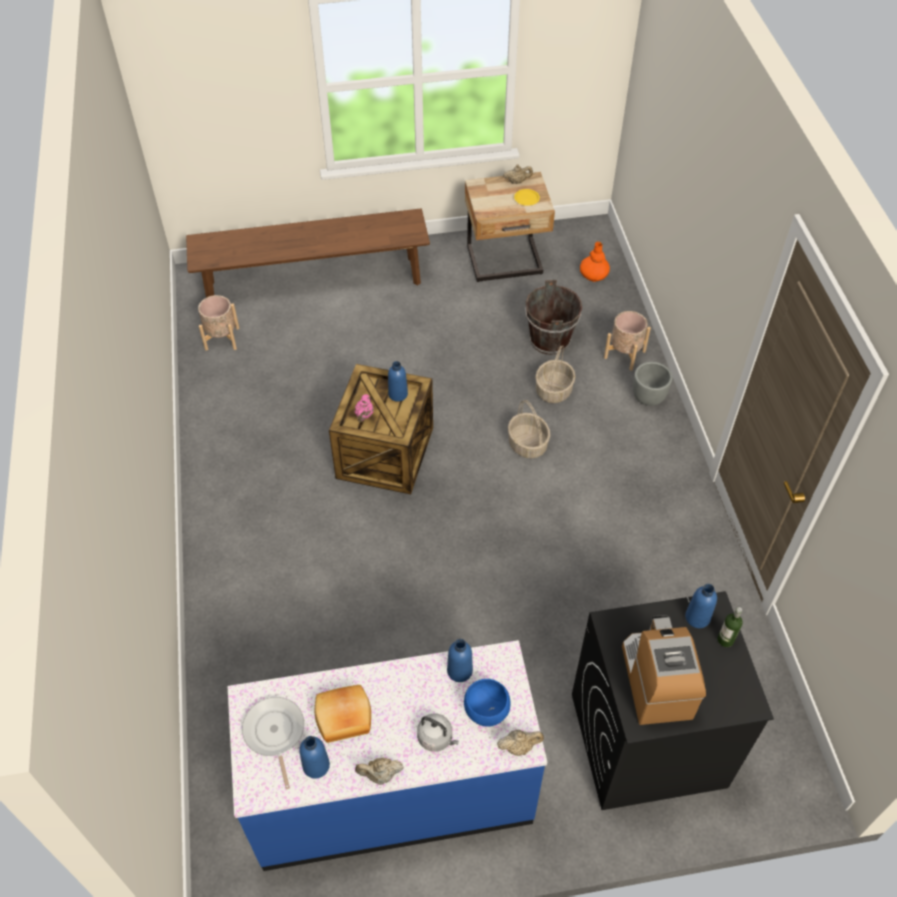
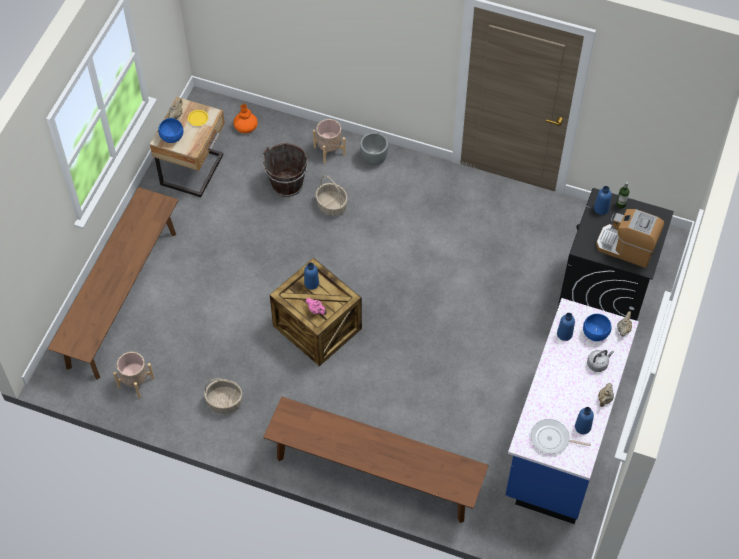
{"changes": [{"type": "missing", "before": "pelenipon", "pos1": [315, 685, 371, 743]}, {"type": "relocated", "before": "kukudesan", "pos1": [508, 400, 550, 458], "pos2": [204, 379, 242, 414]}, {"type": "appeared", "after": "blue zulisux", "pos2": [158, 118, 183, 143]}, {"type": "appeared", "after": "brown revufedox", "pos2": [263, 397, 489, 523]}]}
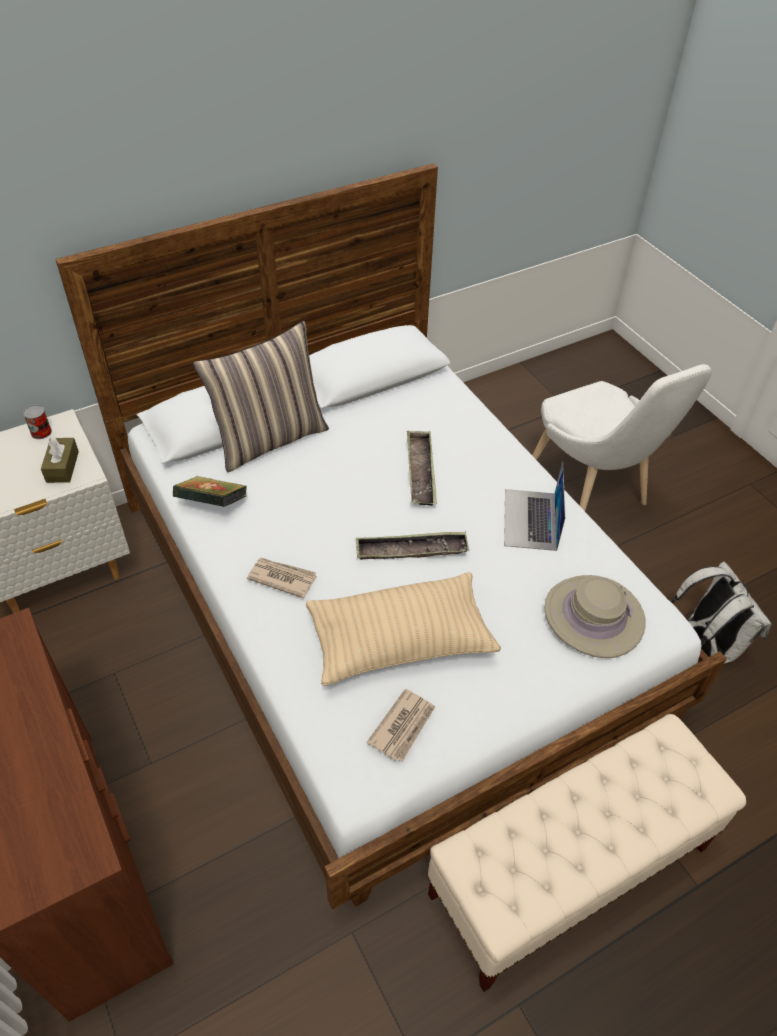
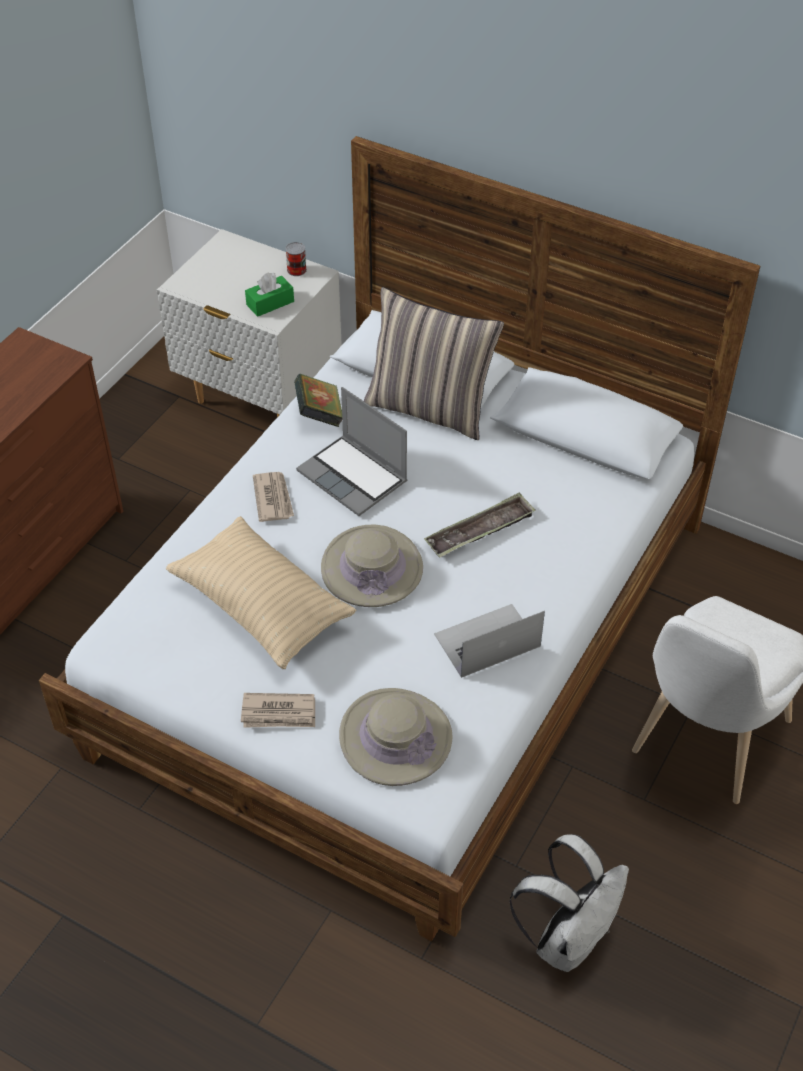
{"changes": [{"type": "colour", "before": "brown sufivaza", "after": "green sufivaza", "pos1": [41, 437, 79, 483], "pos2": [245, 273, 294, 317]}, {"type": "exchanged", "before": "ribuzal", "after": "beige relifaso", "pos1": [356, 532, 469, 560], "pos2": [321, 524, 423, 607]}, {"type": "relocated", "before": "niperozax", "pos1": [366, 689, 435, 762], "pos2": [241, 693, 315, 728]}, {"type": "missing", "before": "beige revufedox", "pos1": [428, 714, 746, 992]}, {"type": "appeared", "after": "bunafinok", "pos2": [296, 387, 407, 516]}]}
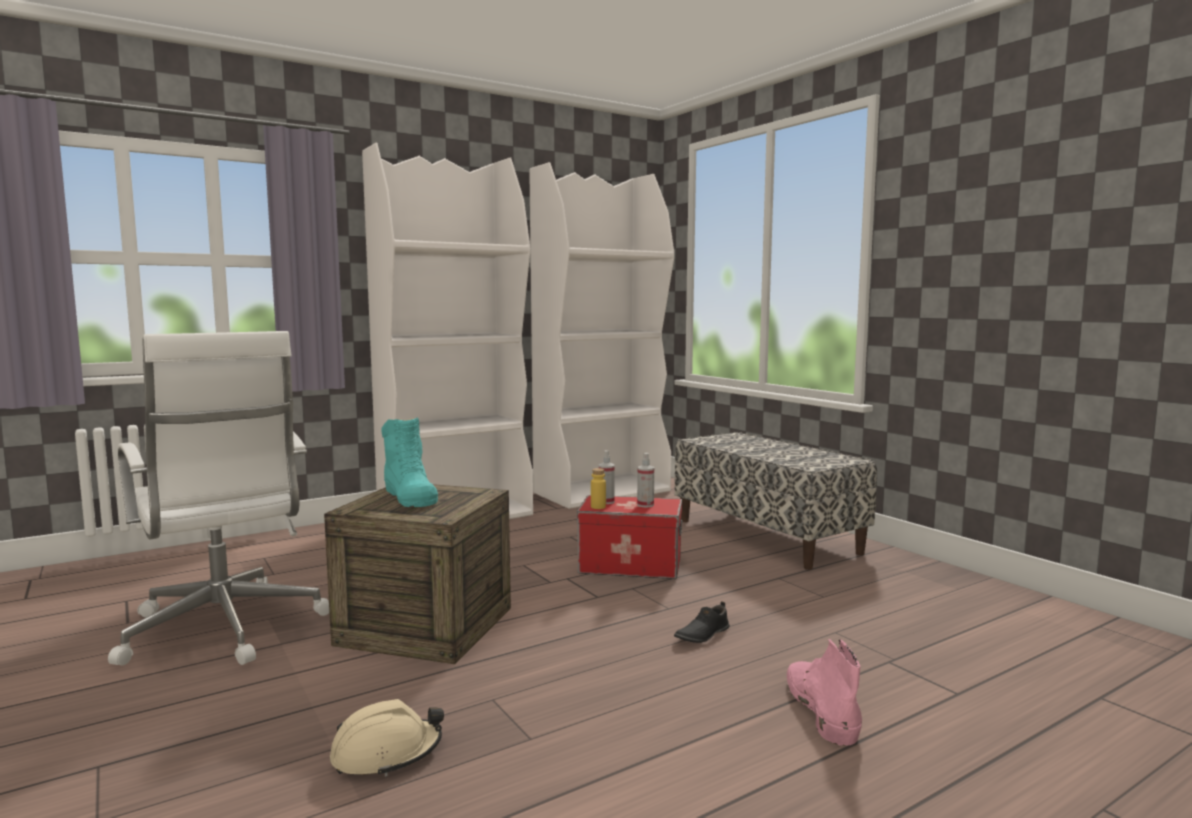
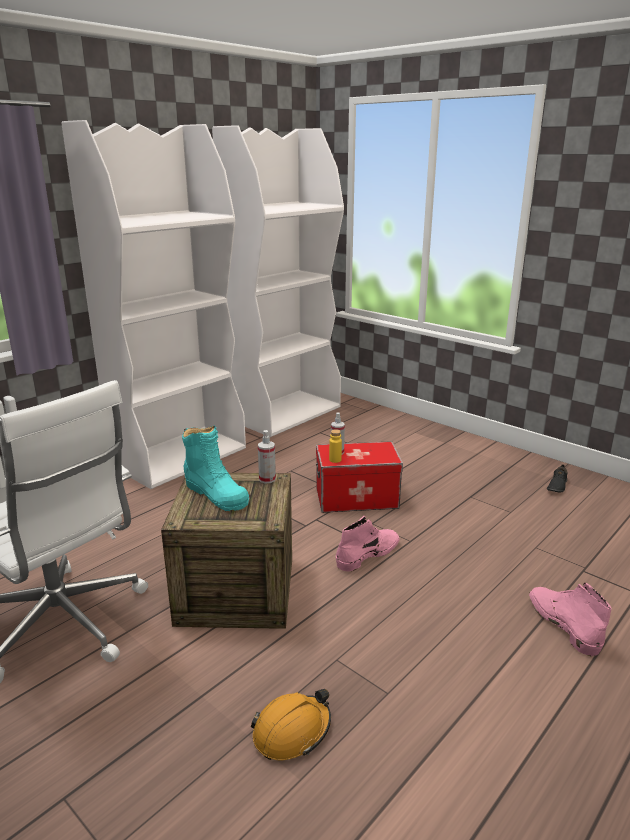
{"changes": [{"type": "colour", "before": "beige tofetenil", "after": "orange tofetenil", "pos1": [330, 699, 444, 777], "pos2": [251, 689, 331, 760]}, {"type": "relocated", "before": "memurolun", "pos1": [637, 453, 654, 507], "pos2": [258, 430, 276, 484]}, {"type": "relocated", "before": "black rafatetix", "pos1": [674, 601, 730, 643], "pos2": [547, 464, 567, 493]}, {"type": "missing", "before": "revufedox", "pos1": [675, 432, 877, 570]}, {"type": "appeared", "after": "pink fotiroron", "pos2": [336, 516, 400, 571]}]}
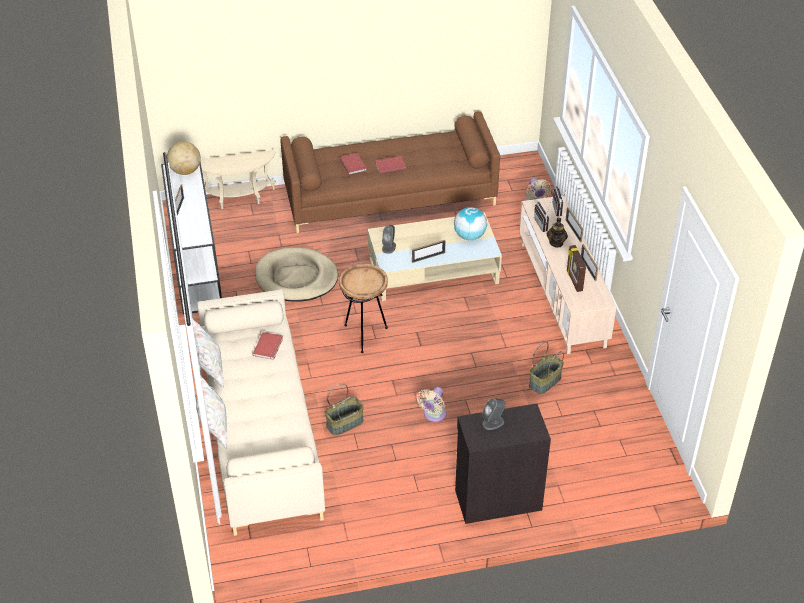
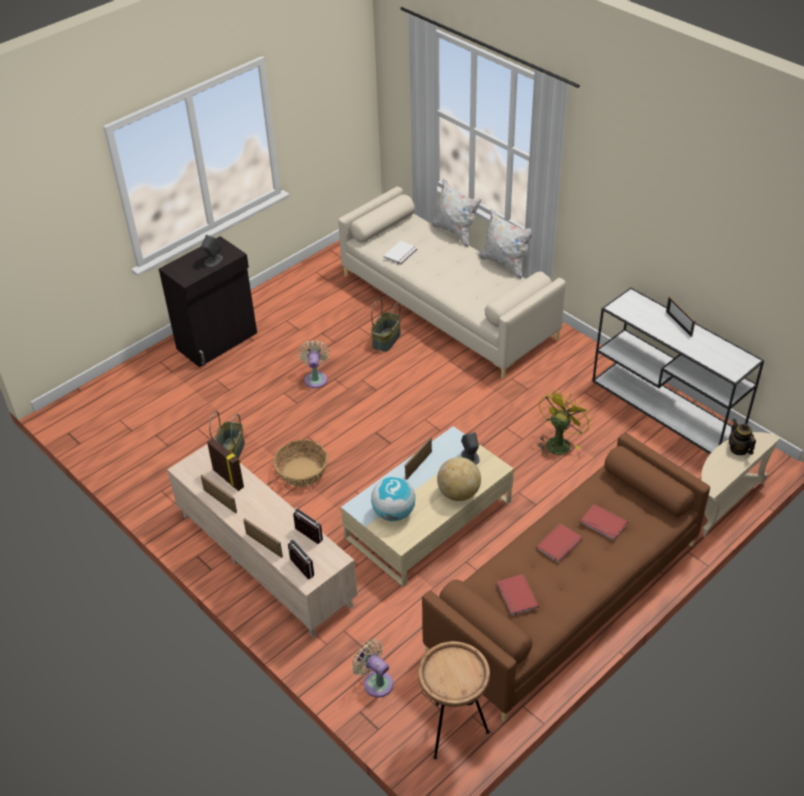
{"changes": [{"type": "relocated", "before": "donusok", "pos1": [167, 141, 201, 175], "pos2": [437, 457, 481, 501]}, {"type": "relocated", "before": "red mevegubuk", "pos1": [252, 332, 283, 360], "pos2": [497, 574, 539, 616]}, {"type": "exchanged", "before": "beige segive", "after": "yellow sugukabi", "pos1": [255, 247, 338, 302], "pos2": [537, 389, 592, 457]}, {"type": "relocated", "before": "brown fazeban", "pos1": [339, 264, 388, 353], "pos2": [418, 641, 490, 759]}, {"type": "relocated", "before": "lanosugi", "pos1": [547, 218, 568, 248], "pos2": [729, 419, 756, 455]}, {"type": "appeared", "after": "kukudesan", "pos2": [274, 440, 328, 487]}, {"type": "appeared", "after": "white mevegubuk", "pos2": [383, 241, 418, 265]}]}
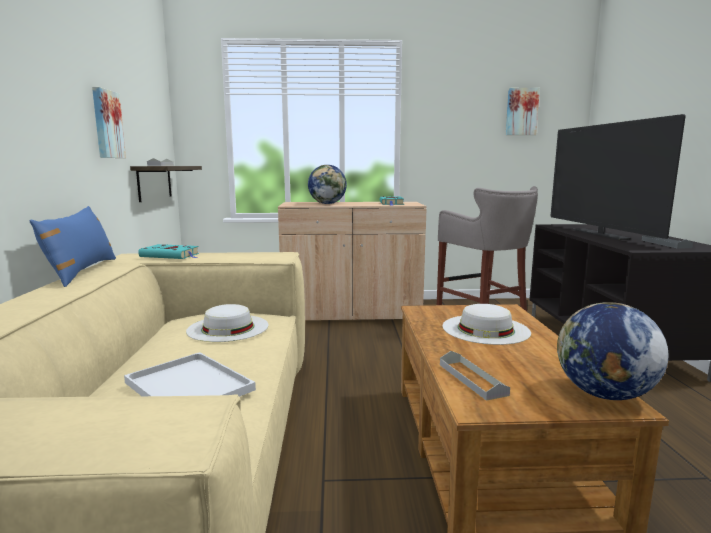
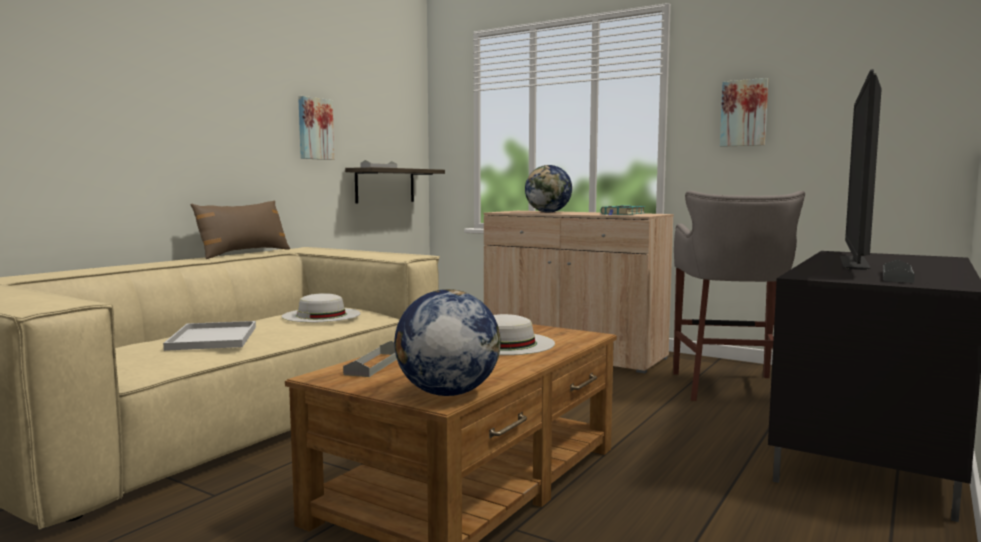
{"changes": [{"type": "colour", "before": "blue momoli", "after": "brown momoli", "pos1": [29, 206, 116, 287], "pos2": [191, 200, 290, 259]}, {"type": "missing", "before": "turquoise mevegubuk", "pos1": [138, 244, 199, 259]}, {"type": "relocated", "before": "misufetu", "pos1": [506, 88, 540, 135], "pos2": [720, 78, 768, 147]}]}
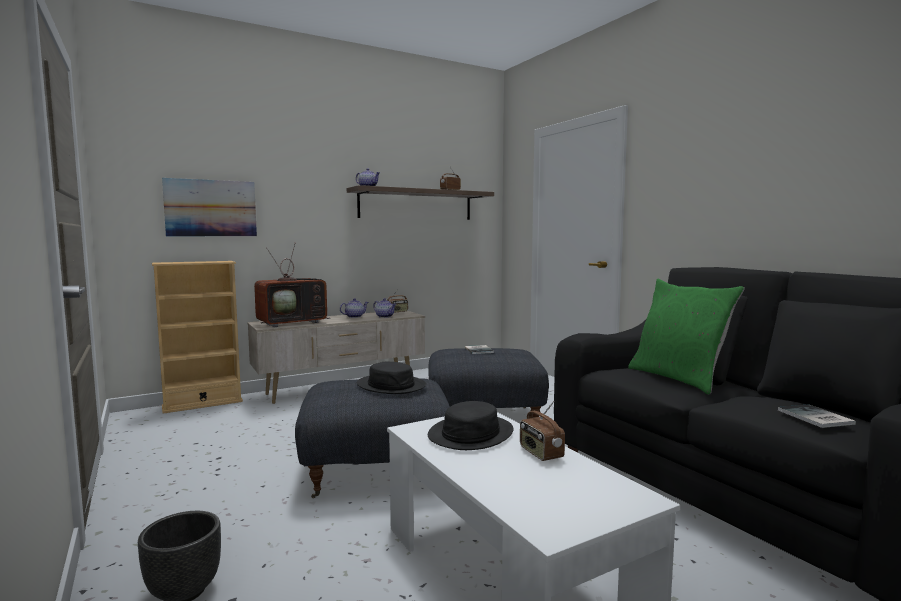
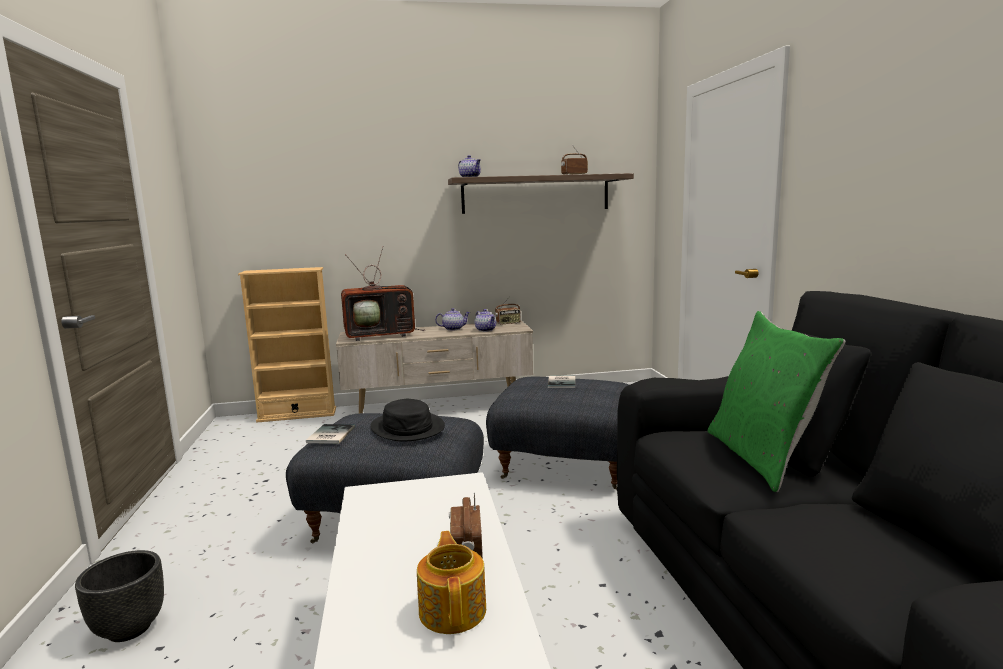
{"changes": [{"type": "missing", "before": "misufetu", "pos1": [162, 178, 257, 236]}, {"type": "missing", "before": "black relifaso", "pos1": [428, 401, 514, 450]}, {"type": "relocated", "before": "mevegubuk", "pos1": [778, 404, 856, 428], "pos2": [306, 424, 355, 444]}, {"type": "appeared", "after": "lanosugi", "pos2": [417, 531, 486, 634]}]}
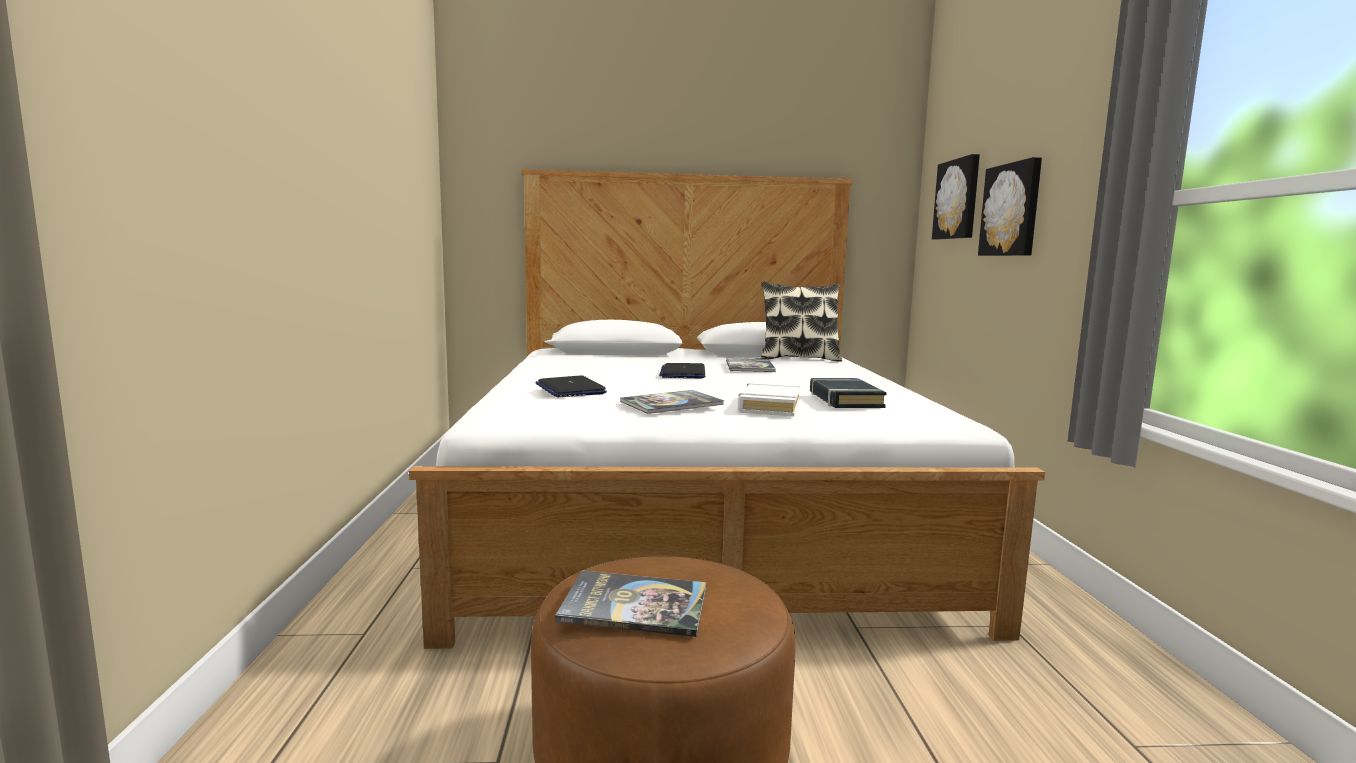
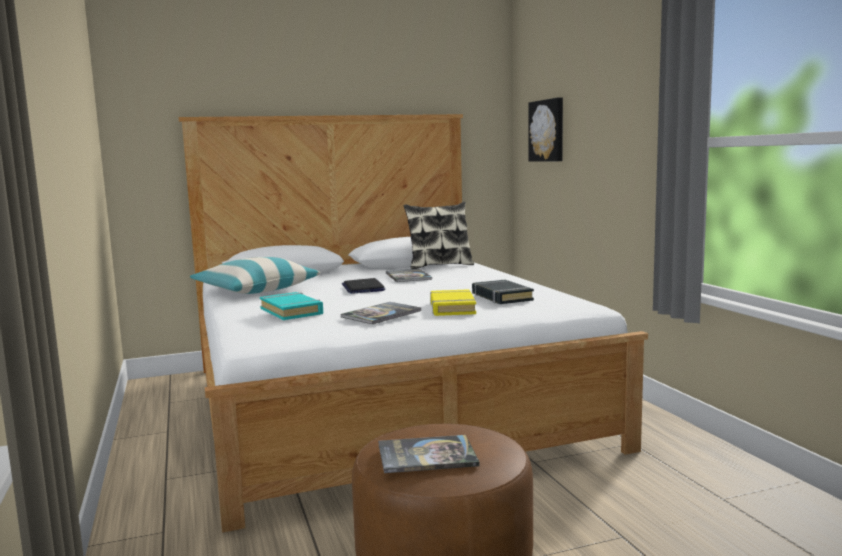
{"changes": [{"type": "exchanged", "before": "bunafinok", "after": "turquoise mevegubuk", "pos1": [535, 375, 607, 397], "pos2": [260, 292, 323, 320]}, {"type": "colour", "before": "white mevegubuk", "after": "yellow mevegubuk", "pos1": [738, 382, 801, 417], "pos2": [430, 289, 476, 316]}, {"type": "missing", "before": "misufetu", "pos1": [978, 157, 1042, 256]}, {"type": "appeared", "after": "momoli", "pos2": [190, 257, 320, 294]}]}
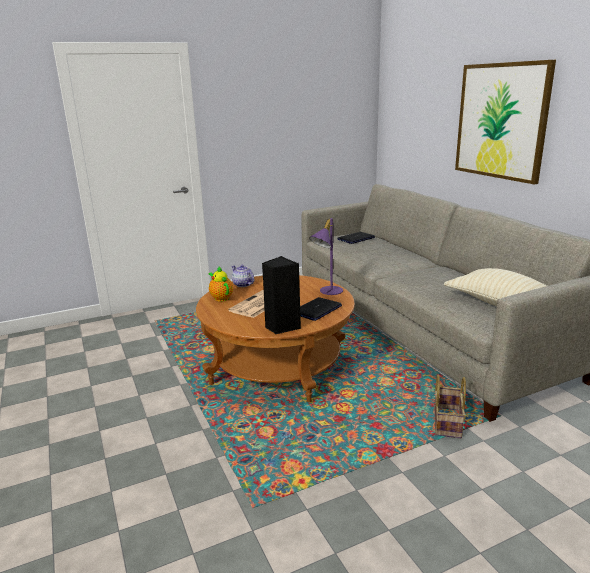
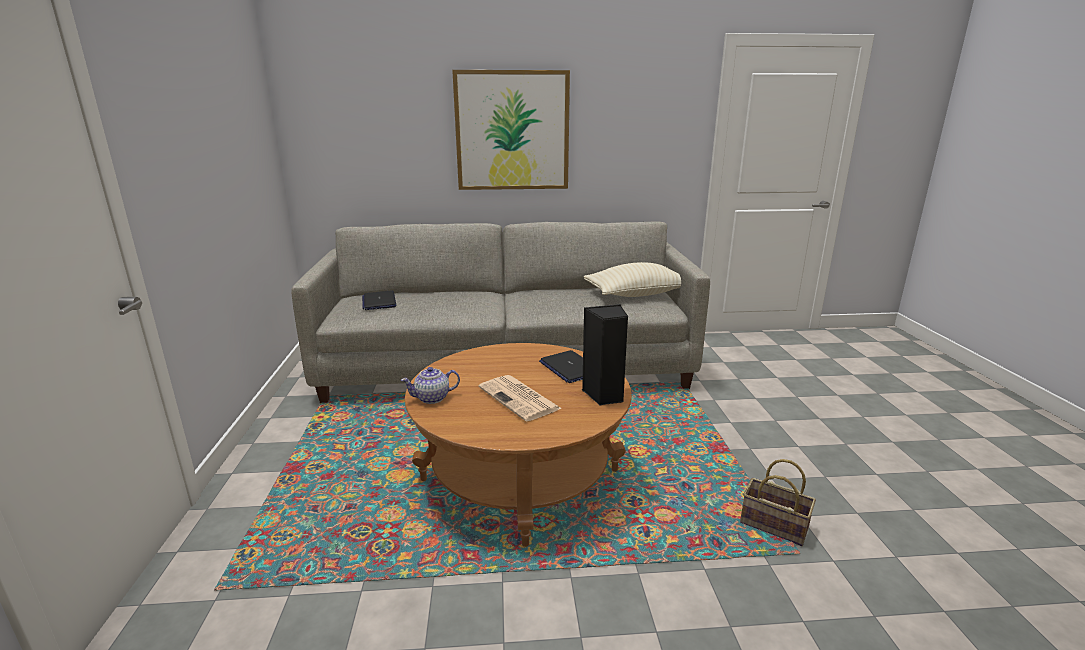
{"changes": [{"type": "missing", "before": "lanosugi", "pos1": [209, 267, 233, 301]}, {"type": "missing", "before": "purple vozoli", "pos1": [309, 218, 343, 295]}, {"type": "relocated", "before": "kukudesan", "pos1": [434, 375, 466, 438], "pos2": [740, 459, 816, 546]}]}
